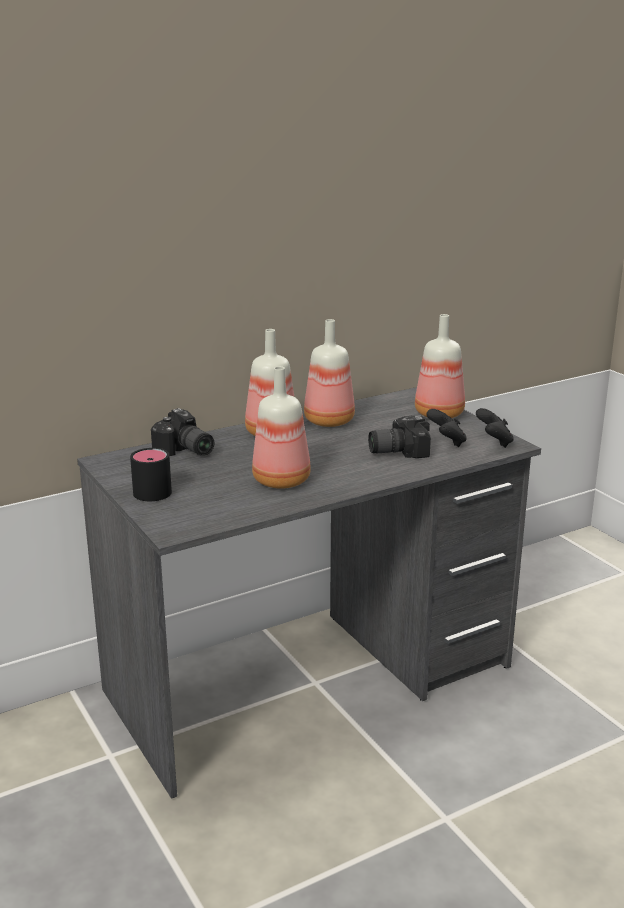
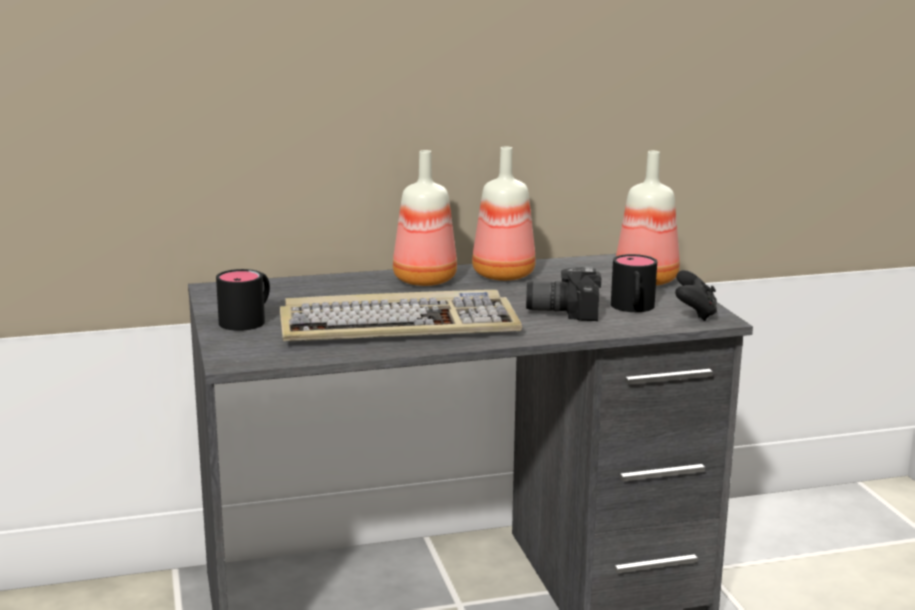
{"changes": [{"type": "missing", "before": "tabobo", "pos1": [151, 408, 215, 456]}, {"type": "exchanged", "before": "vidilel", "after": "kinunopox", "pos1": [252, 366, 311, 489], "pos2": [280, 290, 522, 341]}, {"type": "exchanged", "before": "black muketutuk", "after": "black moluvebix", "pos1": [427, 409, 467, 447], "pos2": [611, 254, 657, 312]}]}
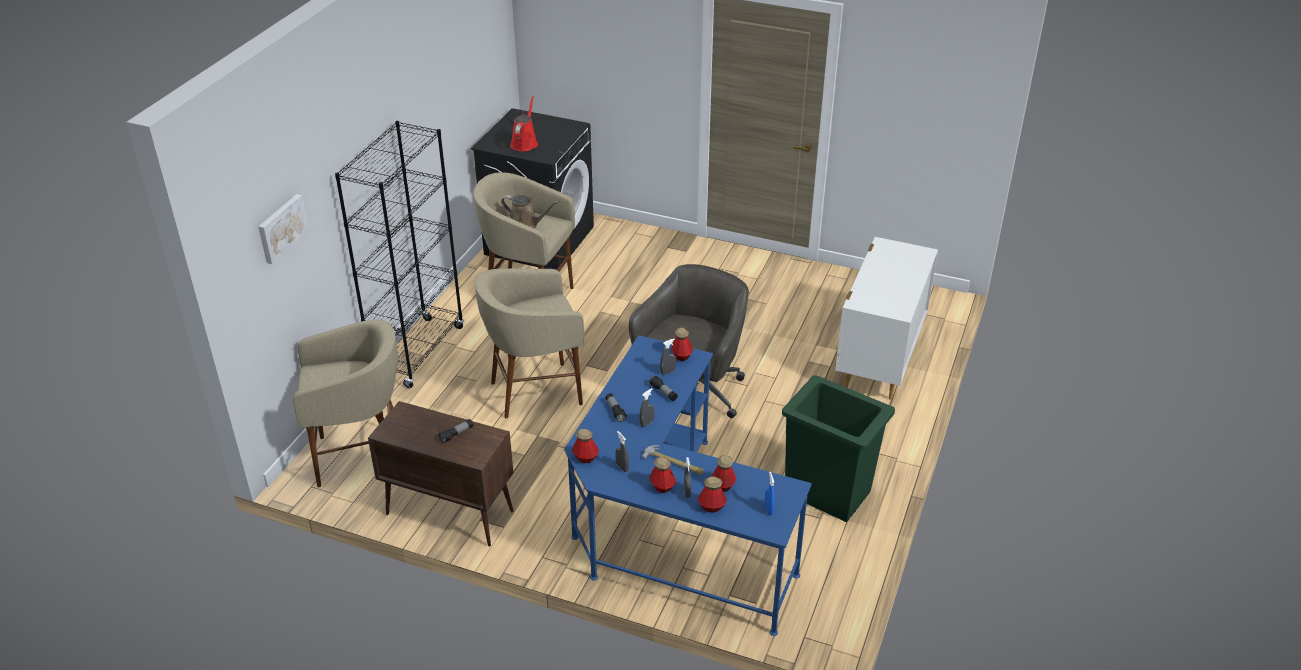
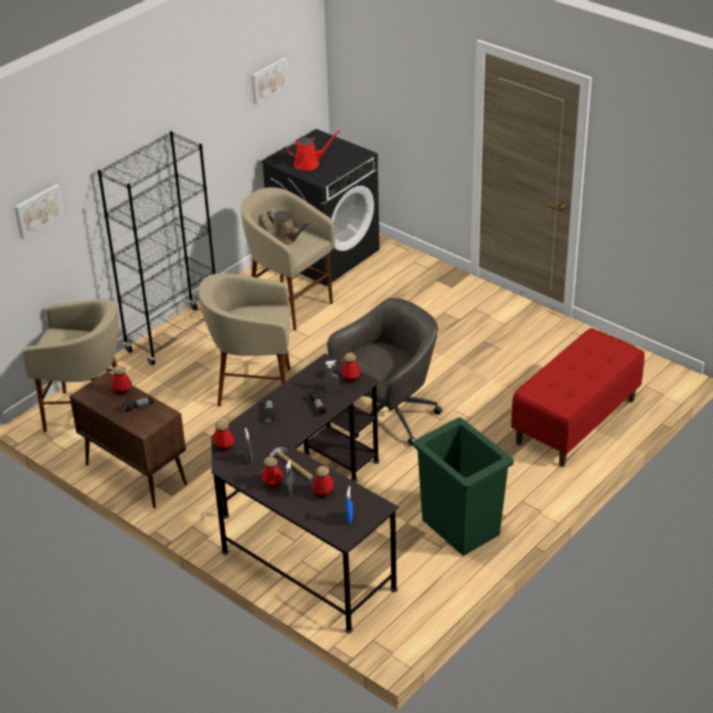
{"changes": [{"type": "spun", "before": "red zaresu", "pos1": [510, 95, 538, 151], "pos2": [287, 130, 341, 170], "turn": 45}, {"type": "colour", "before": "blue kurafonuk", "after": "black kurafonuk", "pos1": [564, 335, 812, 636], "pos2": [211, 353, 399, 633]}, {"type": "missing", "before": "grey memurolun", "pos1": [639, 388, 655, 427]}, {"type": "relocated", "before": "vidilel", "pos1": [698, 477, 727, 513], "pos2": [110, 366, 132, 395]}, {"type": "exchanged", "before": "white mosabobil", "after": "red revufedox", "pos1": [835, 237, 938, 400], "pos2": [511, 328, 645, 467]}, {"type": "appeared", "after": "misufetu", "pos2": [251, 57, 289, 105]}]}
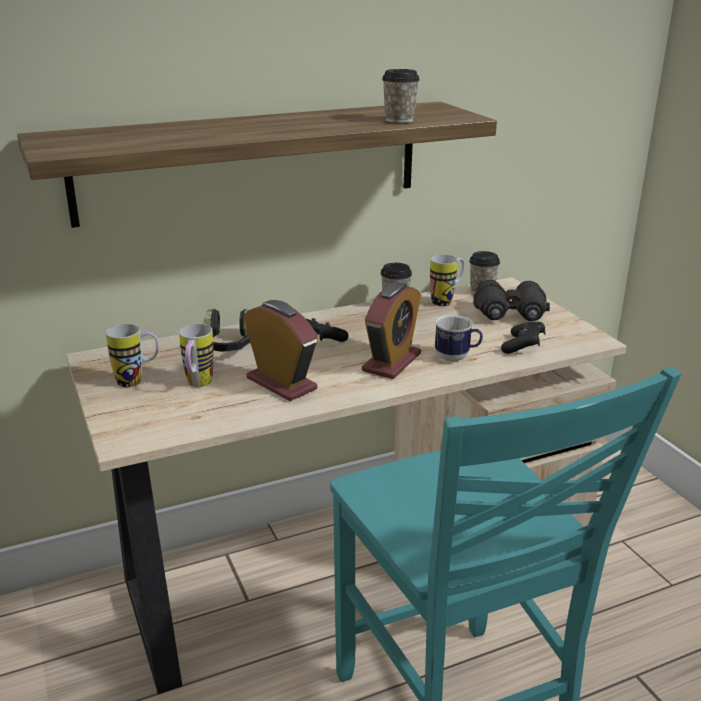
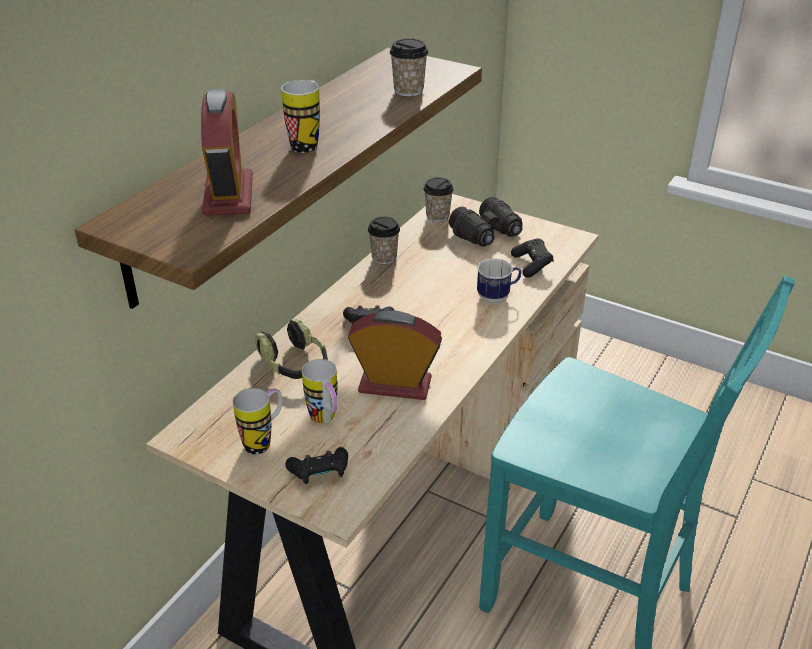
{"changes": [{"type": "relocated", "before": "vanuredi", "pos1": [362, 282, 421, 379], "pos2": [201, 88, 253, 216]}, {"type": "relocated", "before": "moluvebix", "pos1": [430, 255, 465, 306], "pos2": [281, 80, 320, 153]}, {"type": "appeared", "after": "black muketutuk", "pos2": [285, 447, 348, 484]}]}
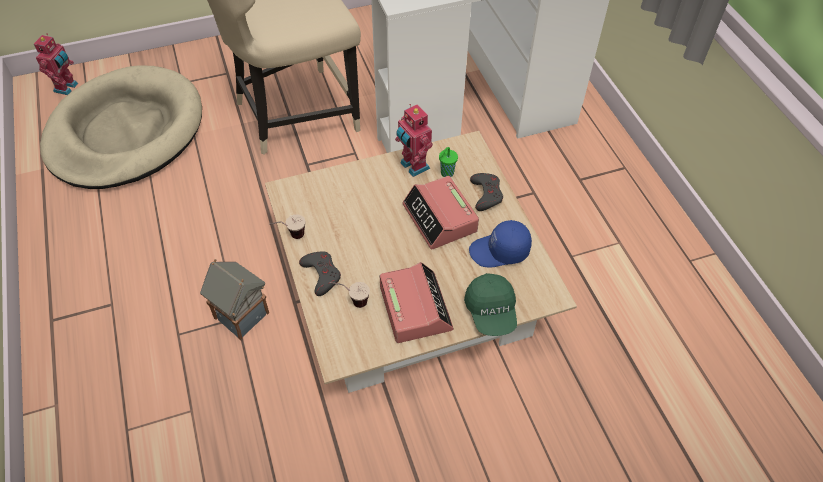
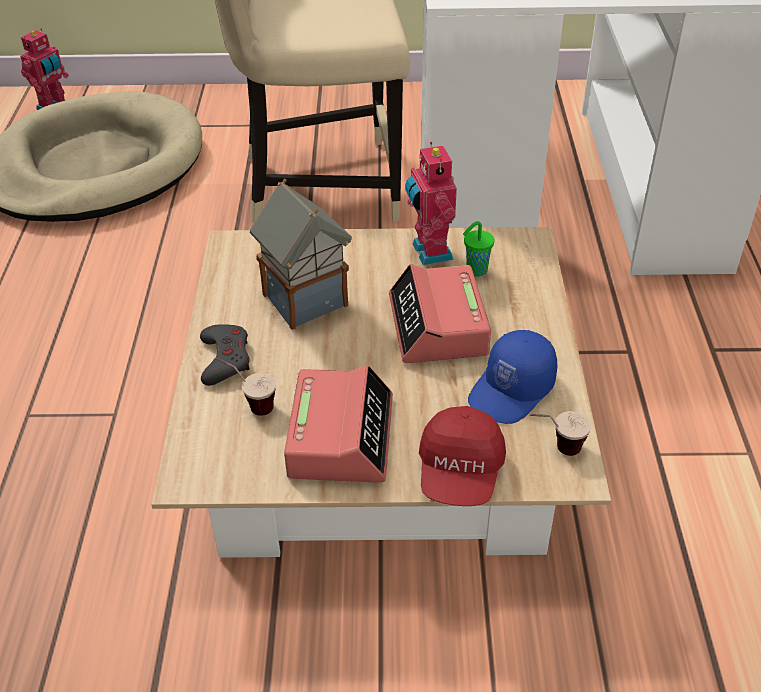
{"changes": [{"type": "relocated", "before": "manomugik", "pos1": [200, 259, 269, 340], "pos2": [250, 179, 352, 330]}, {"type": "relocated", "before": "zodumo", "pos1": [269, 214, 305, 239], "pos2": [529, 411, 591, 456]}, {"type": "colour", "before": "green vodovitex", "after": "red vodovitex", "pos1": [464, 273, 517, 336], "pos2": [419, 406, 506, 506]}, {"type": "spun", "before": "blue vodovitex", "pos1": [469, 220, 532, 268], "pos2": [468, 330, 557, 424], "turn": -60}, {"type": "missing", "before": "grey muketutuk", "pos1": [470, 173, 503, 211]}]}
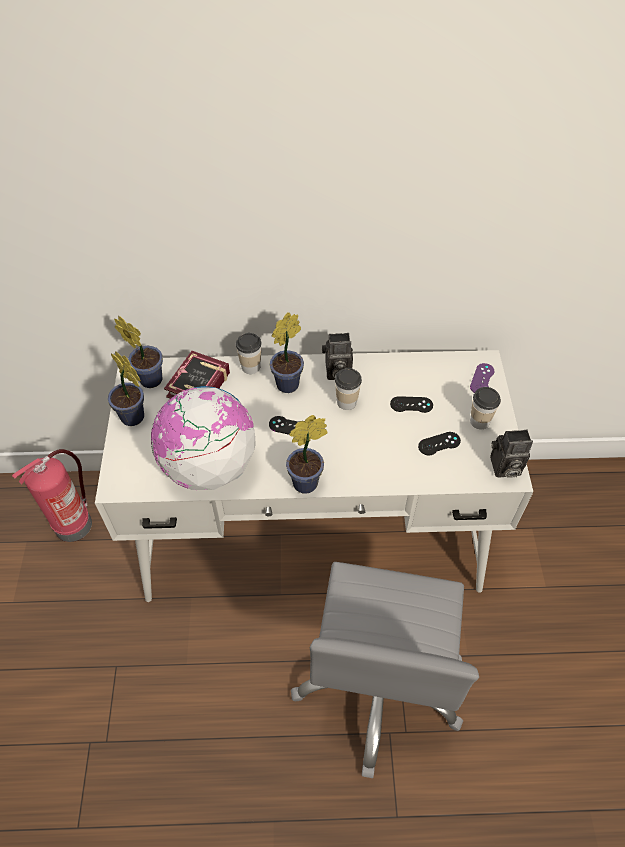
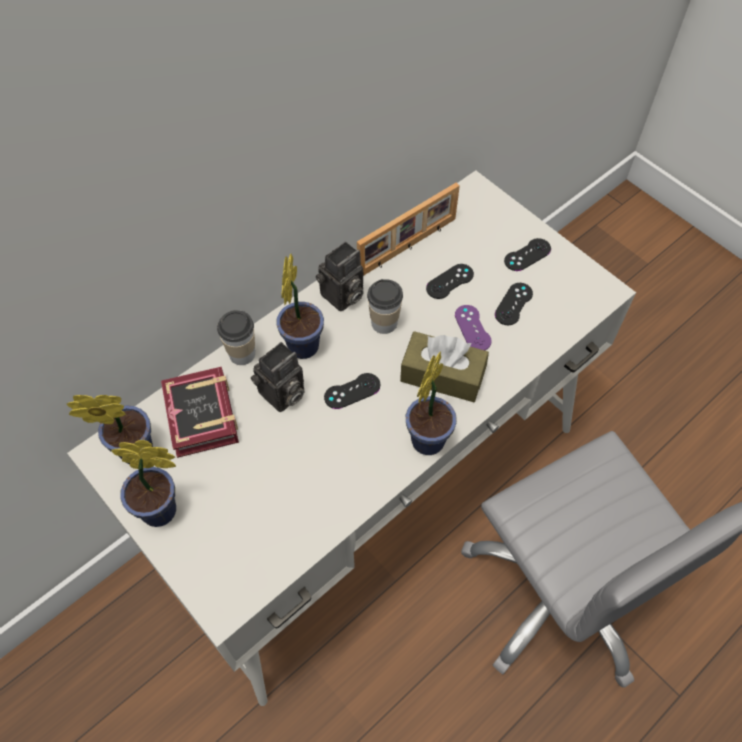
{"changes": [{"type": "missing", "before": "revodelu", "pos1": [12, 449, 92, 542]}, {"type": "missing", "before": "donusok", "pos1": [151, 386, 256, 490]}, {"type": "relocated", "before": "purple muketutuk", "pos1": [470, 363, 494, 393], "pos2": [455, 305, 492, 350]}, {"type": "exchanged", "before": "zodumo", "after": "black muketutuk", "pos1": [470, 387, 501, 429], "pos2": [504, 238, 551, 271]}, {"type": "relocated", "before": "tabobo", "pos1": [490, 430, 533, 478], "pos2": [251, 342, 305, 412]}, {"type": "appeared", "after": "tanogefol", "pos2": [357, 183, 460, 276]}, {"type": "appeared", "after": "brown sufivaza", "pos2": [400, 331, 489, 402]}]}
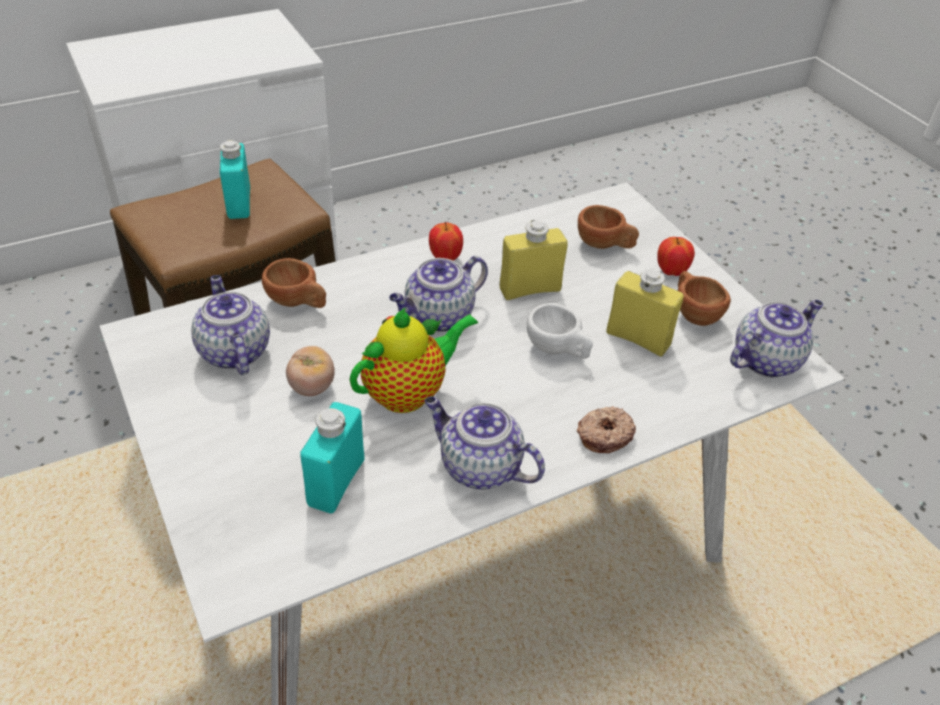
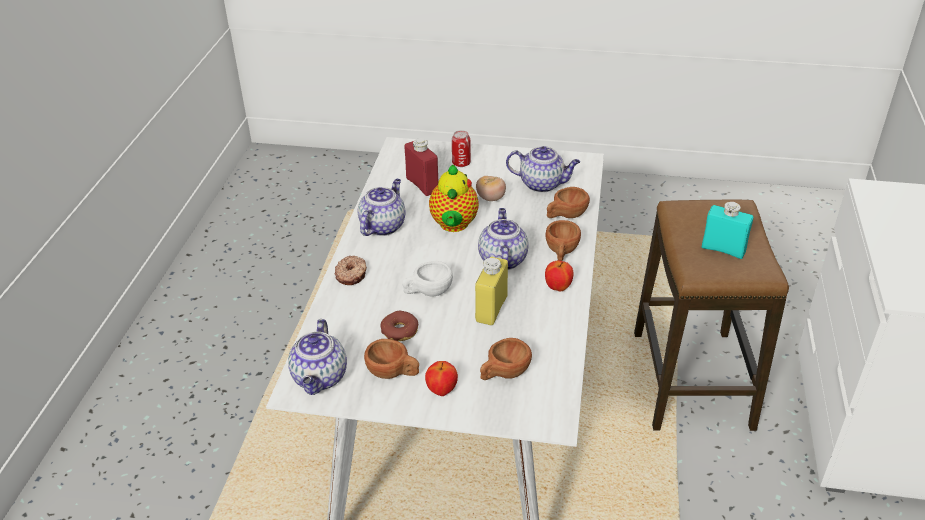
{"changes": [{"type": "colour", "before": "turquoise vidilel", "after": "red vidilel", "pos1": [300, 402, 364, 513], "pos2": [405, 138, 439, 196]}, {"type": "spun", "before": "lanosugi", "pos1": [424, 396, 545, 490], "pos2": [358, 179, 405, 236], "turn": -45}, {"type": "exchanged", "before": "yellow vidilel", "after": "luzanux", "pos1": [606, 269, 684, 357], "pos2": [381, 311, 418, 341]}, {"type": "appeared", "after": "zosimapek", "pos2": [452, 130, 471, 167]}, {"type": "appeared", "after": "brown zodumo", "pos2": [546, 220, 581, 261]}]}
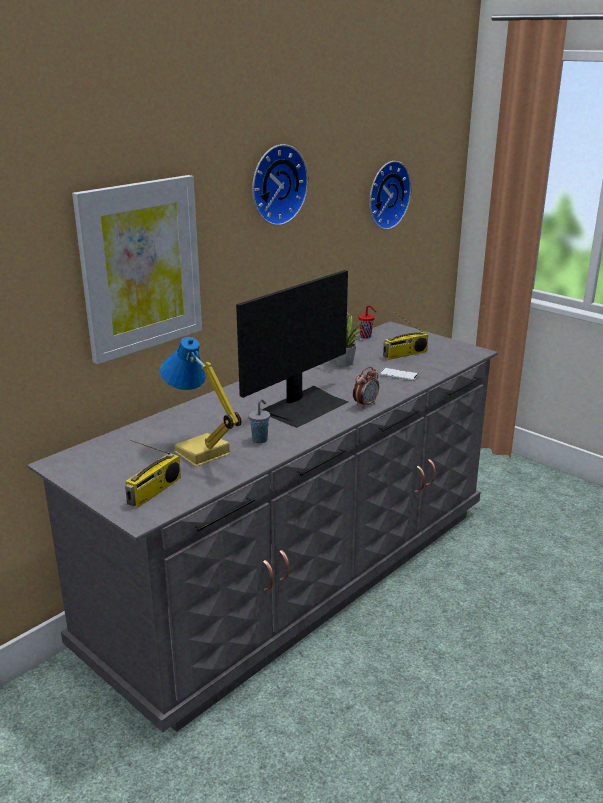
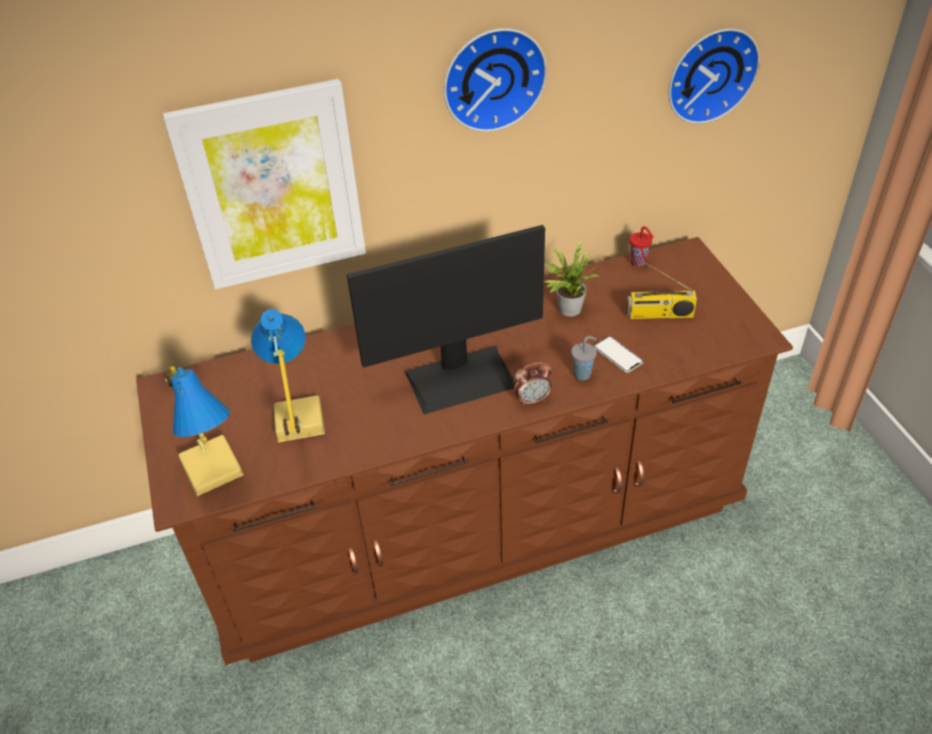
{"changes": [{"type": "colour", "before": "grey mosabobil", "after": "brown mosabobil", "pos1": [28, 321, 498, 732], "pos2": [136, 237, 793, 665]}, {"type": "exchanged", "before": "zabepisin", "after": "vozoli", "pos1": [125, 440, 181, 507], "pos2": [164, 366, 244, 496]}, {"type": "relocated", "before": "grey zodumo", "pos1": [248, 399, 270, 443], "pos2": [571, 336, 597, 380]}]}
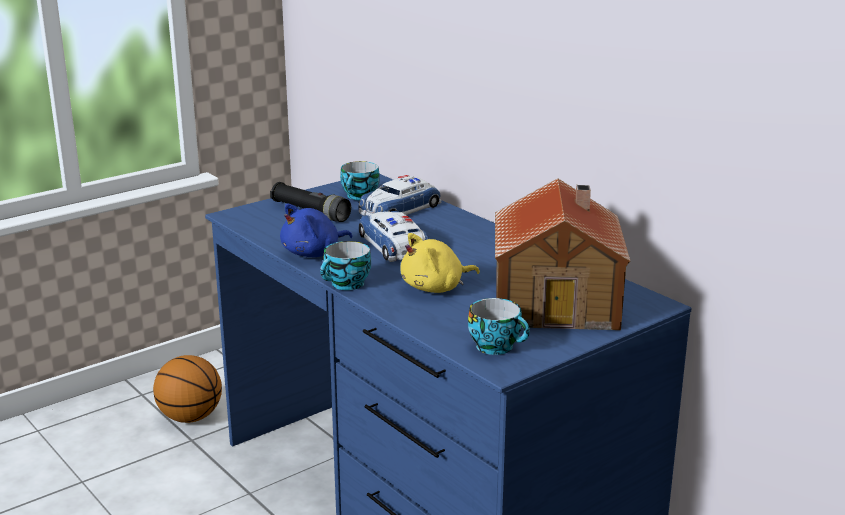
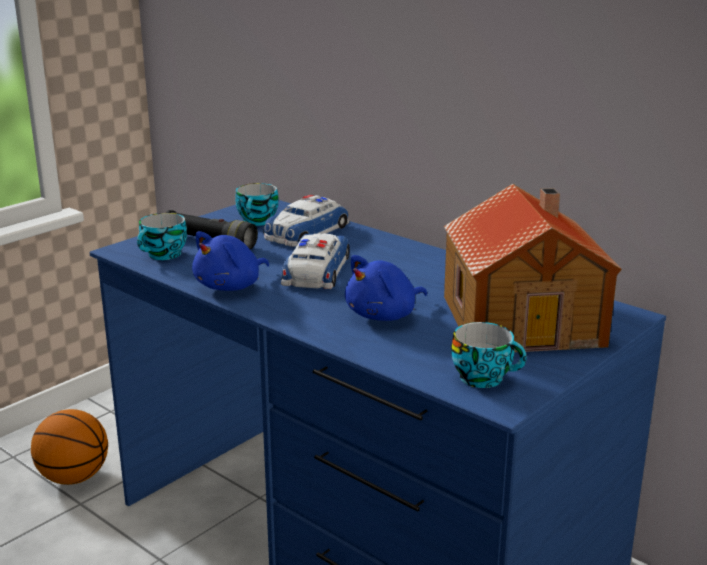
{"changes": [{"type": "relocated", "before": "zodumo", "pos1": [320, 241, 371, 290], "pos2": [137, 213, 187, 260]}, {"type": "spun", "before": "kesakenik", "pos1": [359, 211, 429, 262], "pos2": [281, 233, 350, 289], "turn": 45}, {"type": "colour", "before": "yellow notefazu", "after": "blue notefazu", "pos1": [400, 233, 480, 293], "pos2": [345, 255, 427, 321]}]}
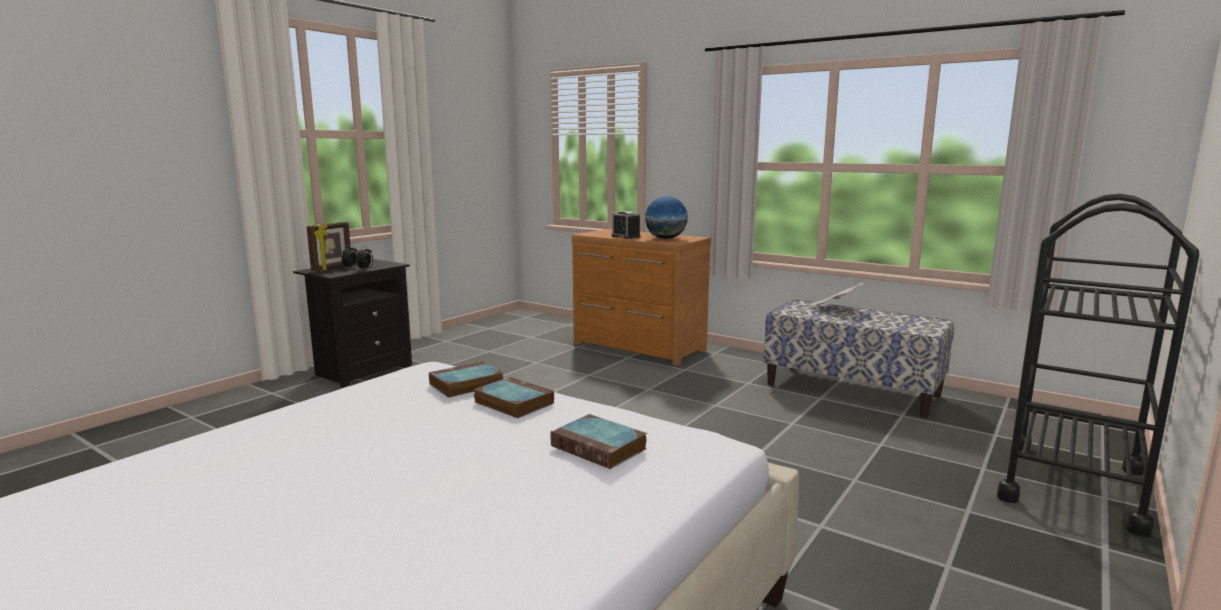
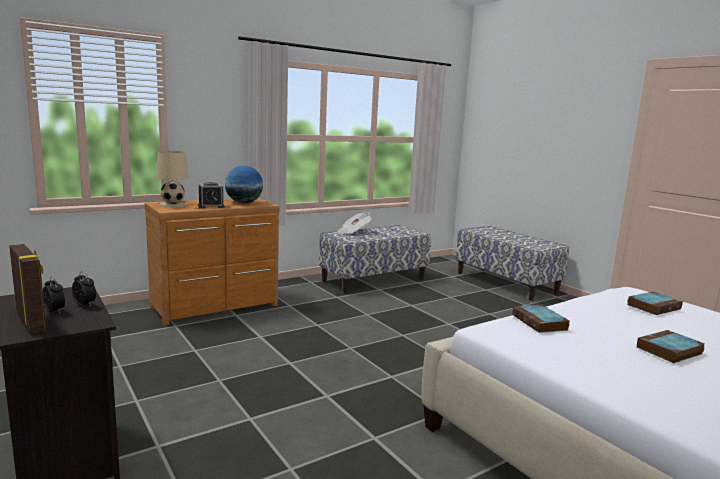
{"changes": [{"type": "relocated", "before": "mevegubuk", "pos1": [474, 377, 554, 418], "pos2": [637, 330, 705, 363]}, {"type": "exchanged", "before": "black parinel", "after": "revufedox", "pos1": [997, 194, 1199, 537], "pos2": [456, 226, 569, 301]}, {"type": "appeared", "after": "beige vozoli", "pos2": [156, 151, 189, 207]}]}
